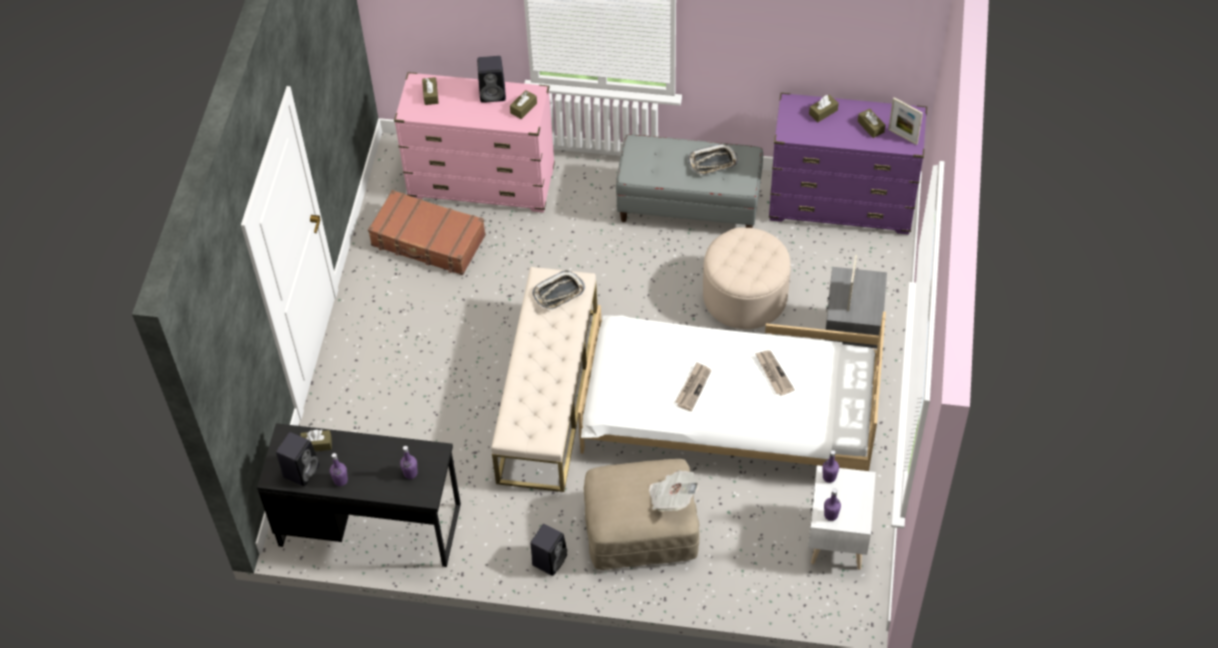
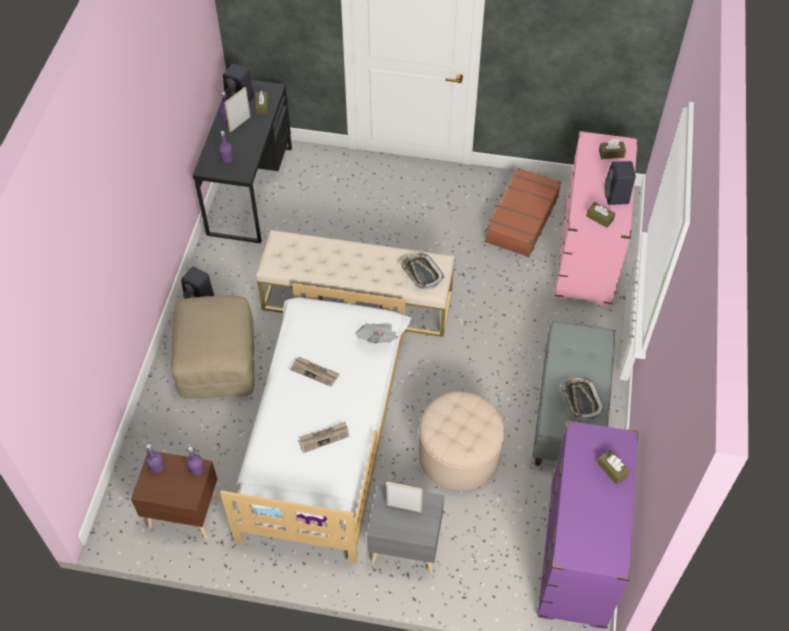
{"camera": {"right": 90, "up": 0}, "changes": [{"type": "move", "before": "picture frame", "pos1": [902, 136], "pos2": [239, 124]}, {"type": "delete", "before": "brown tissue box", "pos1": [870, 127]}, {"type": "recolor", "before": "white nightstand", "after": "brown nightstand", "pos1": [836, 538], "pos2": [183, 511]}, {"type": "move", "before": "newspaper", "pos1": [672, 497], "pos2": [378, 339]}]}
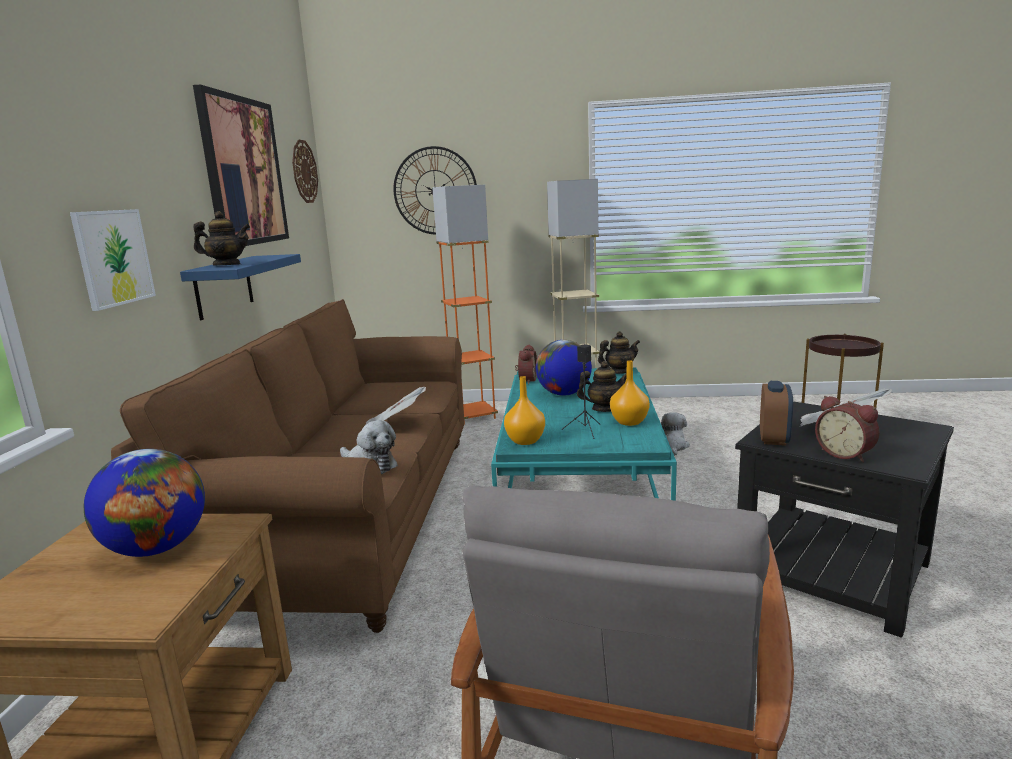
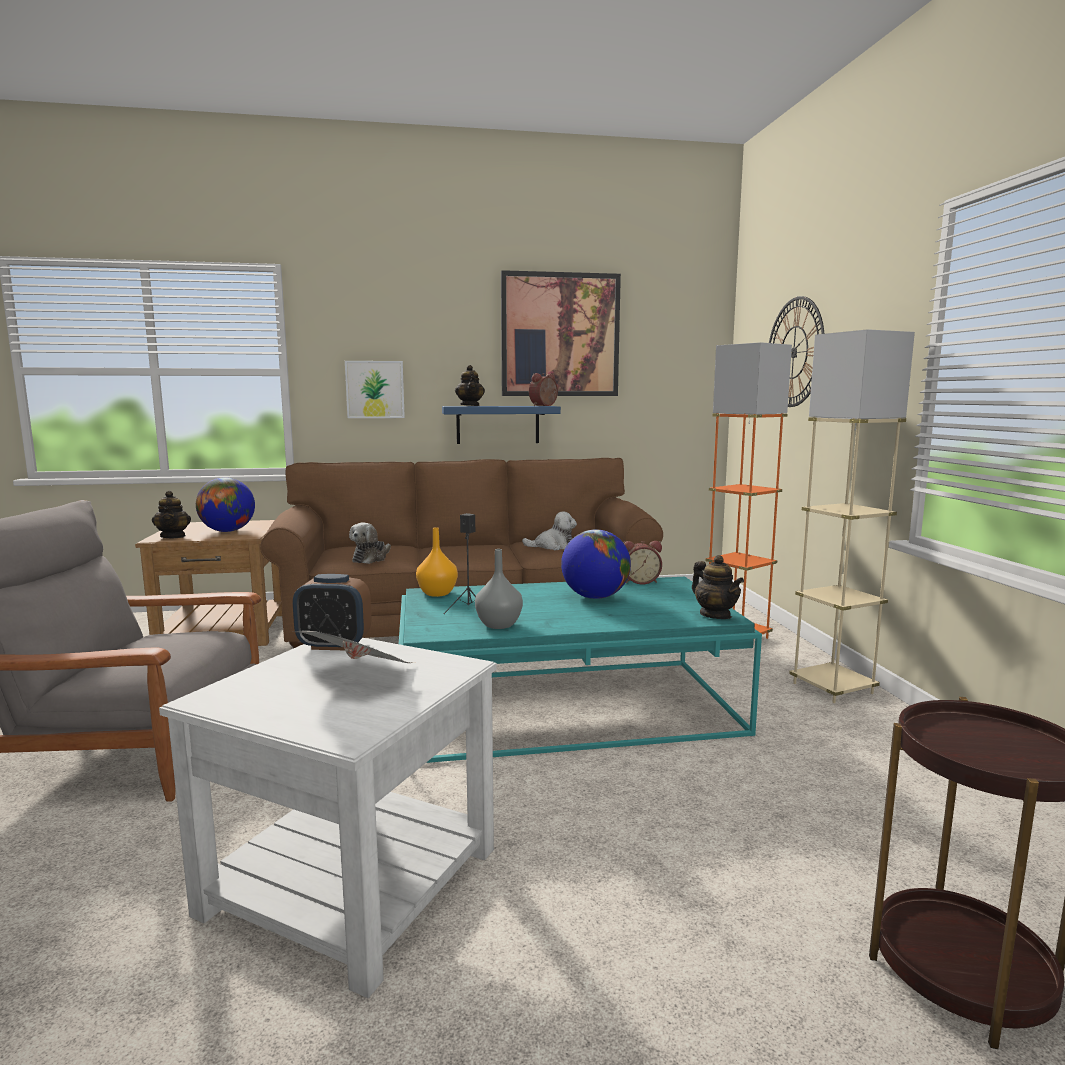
{"camera": {"right": 75, "up": -5}, "changes": [{"type": "delete", "before": "wall clock", "pos1": [304, 171]}, {"type": "recolor", "before": "orange vase", "after": "grey vase", "pos1": [629, 422], "pos2": [500, 625]}, {"type": "move", "before": "teapot", "pos1": [604, 409], "pos2": [173, 536]}, {"type": "delete", "before": "newspaper", "pos1": [395, 425]}, {"type": "move", "before": "alarm clock", "pos1": [845, 454], "pos2": [544, 406]}, {"type": "recolor", "before": "black side table", "after": "white side table", "pos1": [832, 571], "pos2": [351, 880]}, {"type": "move", "before": "plush toy", "pos1": [673, 446], "pos2": [553, 546]}]}
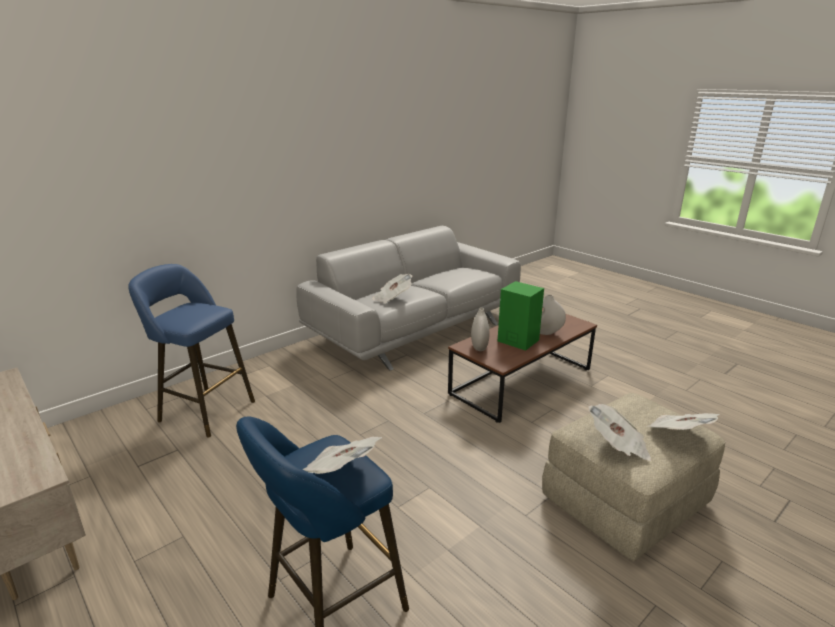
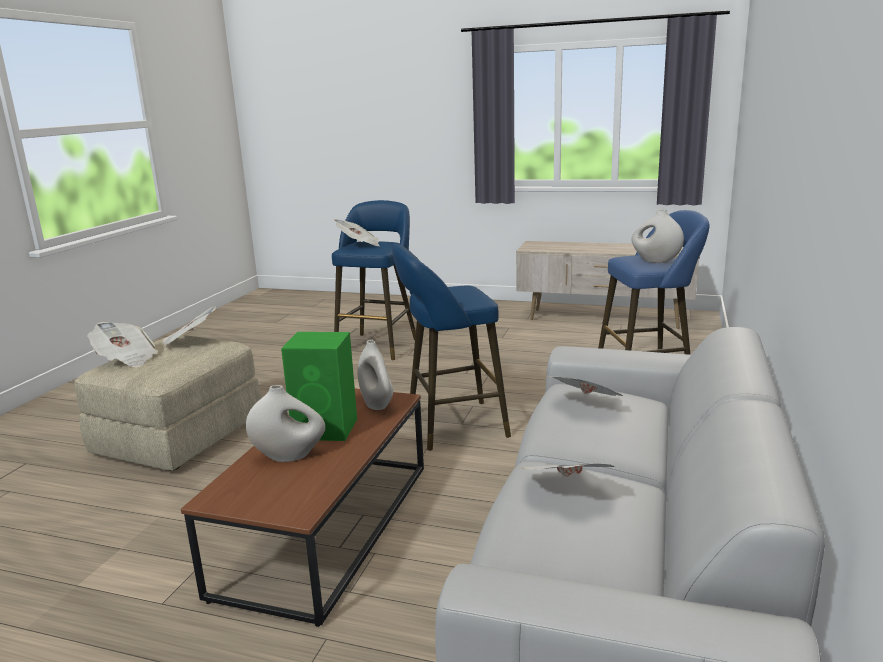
{"camera": {"right": 150, "up": -5}, "changes": [{"type": "insert", "after": "white vase", "pos2": [655, 261]}, {"type": "insert", "after": "blue stool", "pos2": [450, 426]}, {"type": "insert", "after": "newspaper", "pos2": [566, 489]}]}
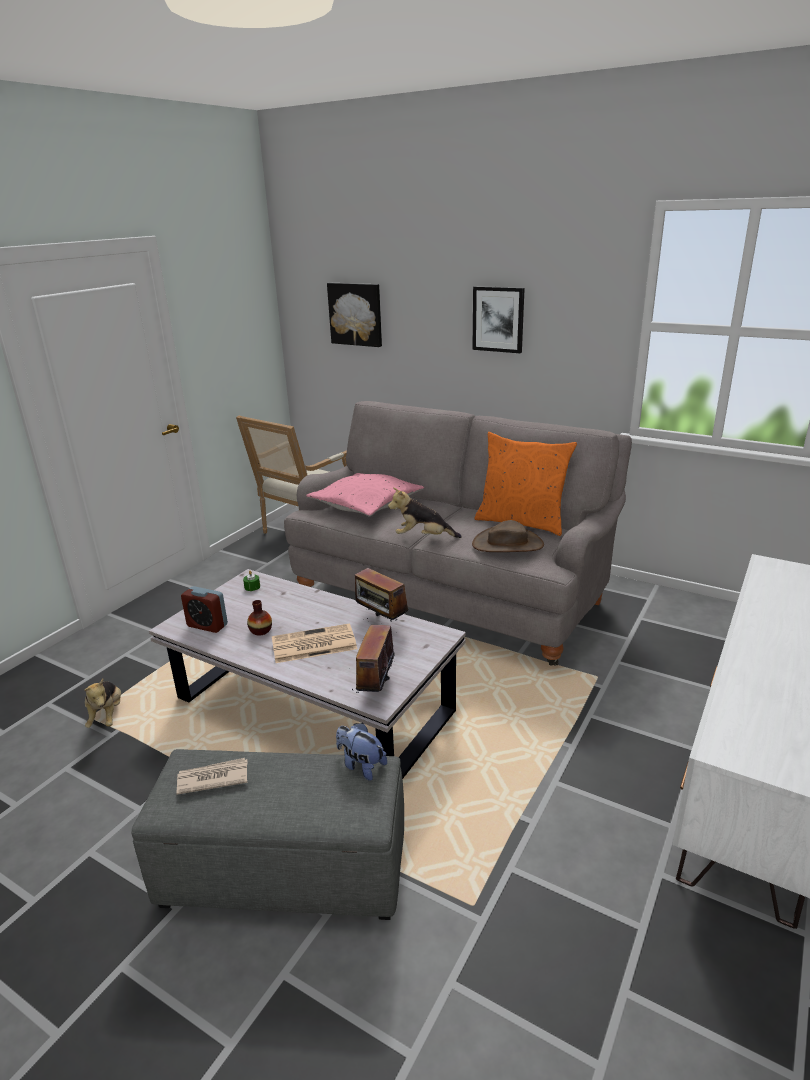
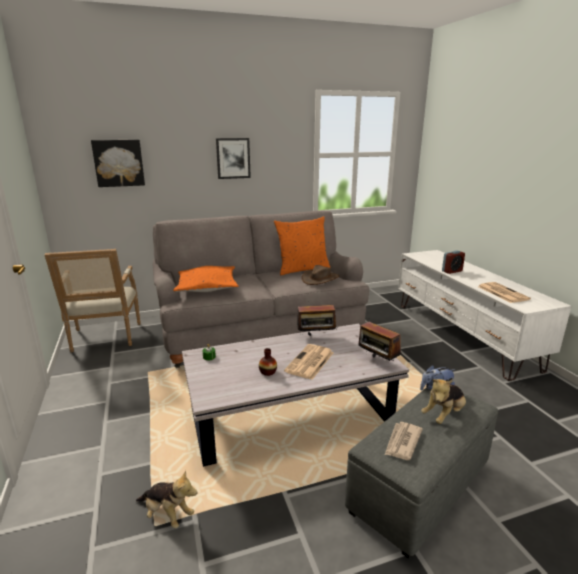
{"camera": {"right": -50, "up": -5}, "changes": [{"type": "recolor", "before": "pink pillow", "after": "orange pillow", "pos1": [366, 504], "pos2": [206, 287]}, {"type": "move", "before": "plush toy", "pos1": [423, 537], "pos2": [444, 414]}, {"type": "move", "before": "alarm clock", "pos1": [207, 625], "pos2": [452, 271]}, {"type": "insert", "after": "newspaper", "pos2": [502, 292]}]}
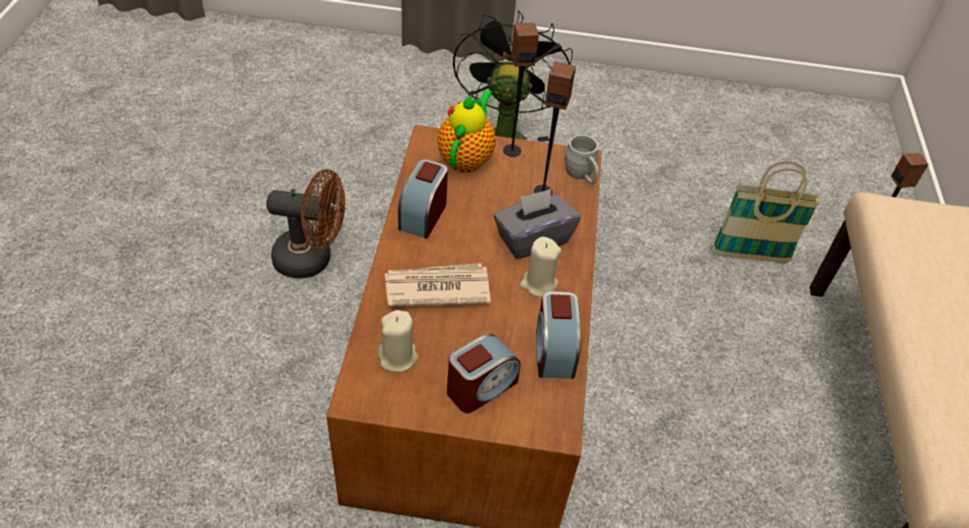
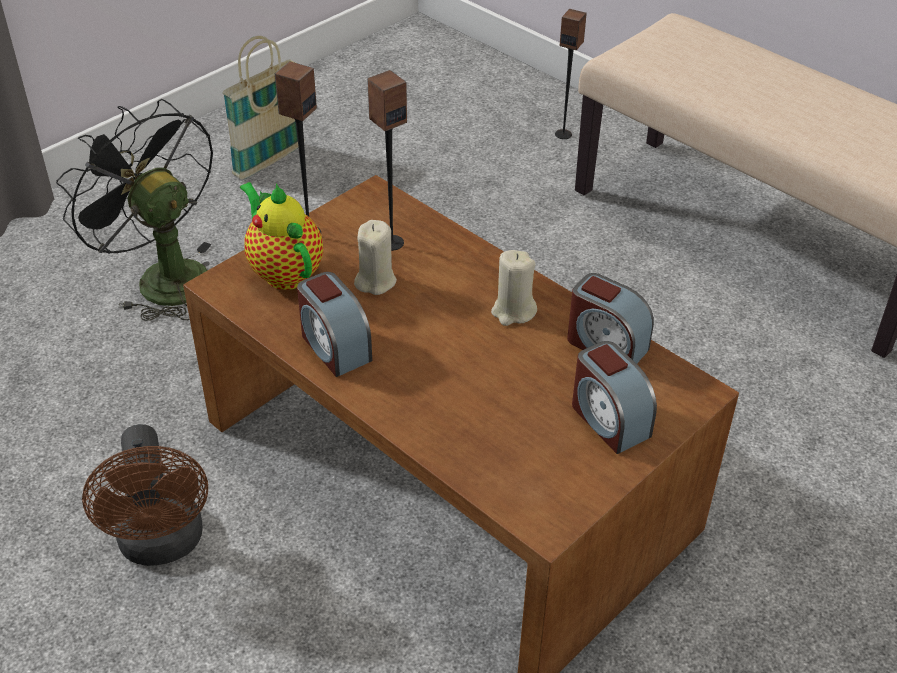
{"camera": {"right": -50, "up": -5}, "changes": [{"type": "delete", "before": "grey mug", "pos1": [581, 176]}, {"type": "move", "before": "basket", "pos1": [750, 256], "pos2": [269, 161]}, {"type": "rotate", "before": "brown fan", "pos1": [312, 259], "pos2": [162, 545], "turn": 120}, {"type": "delete", "before": "grey tissue box", "pos1": [532, 239]}, {"type": "delete", "before": "newspaper", "pos1": [436, 288]}, {"type": "move", "before": "beige candle", "pos1": [398, 357], "pos2": [375, 281]}, {"type": "rotate", "before": "alarm clock", "pos1": [481, 387], "pos2": [608, 419], "turn": 150}]}
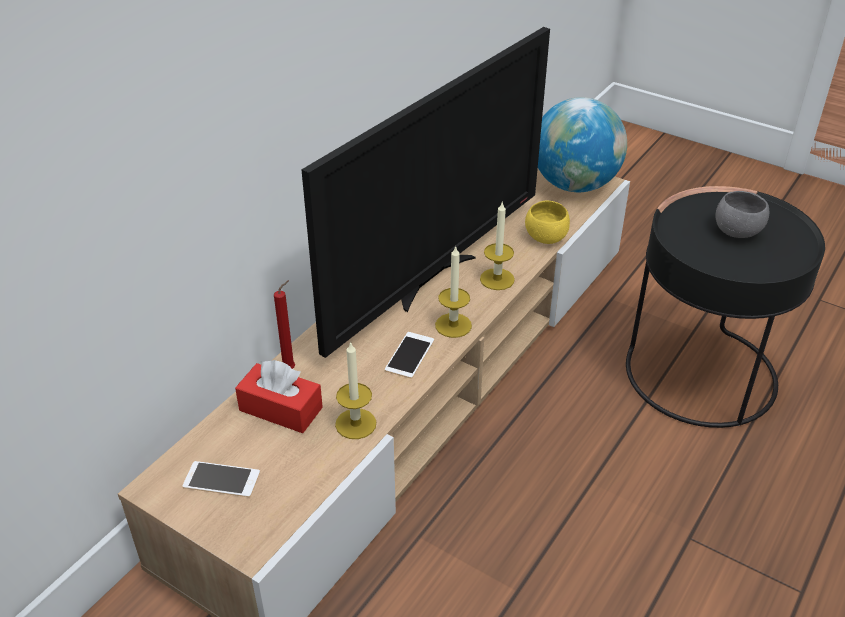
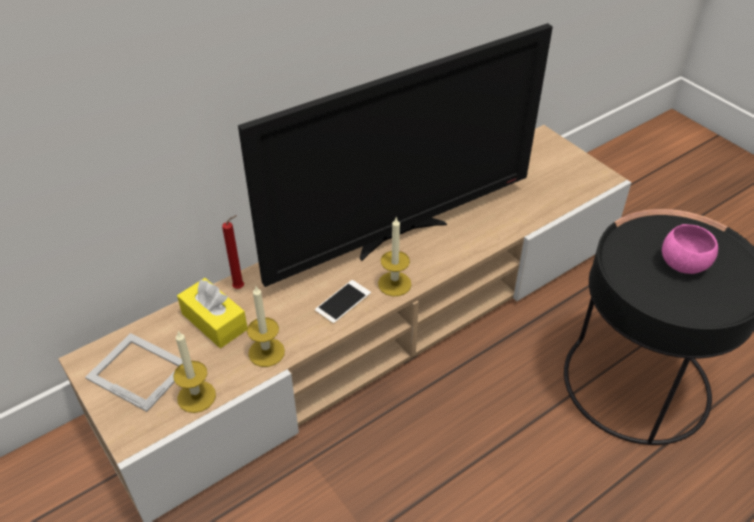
{"camera": {"right": 20, "up": 5}, "changes": [{"type": "delete", "before": "globe", "pos1": [574, 185]}, {"type": "recolor", "before": "grey bowl", "after": "pink bowl", "pos1": [737, 231], "pos2": [683, 264]}, {"type": "move", "before": "candle", "pos1": [497, 279], "pos2": [196, 396]}, {"type": "delete", "before": "yellow bowl", "pos1": [545, 237]}, {"type": "recolor", "before": "red tissue box", "after": "yellow tissue box", "pos1": [281, 409], "pos2": [214, 321]}, {"type": "replace", "before": "phone", "after": "picture frame", "pos1": [221, 479], "pos2": [138, 370]}]}
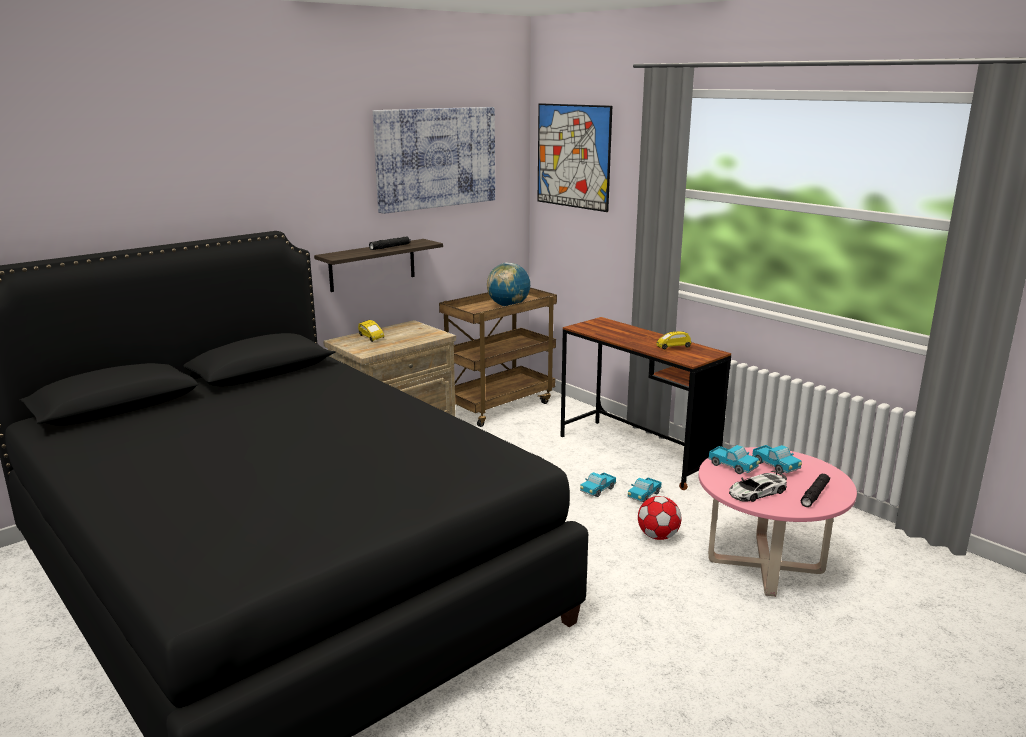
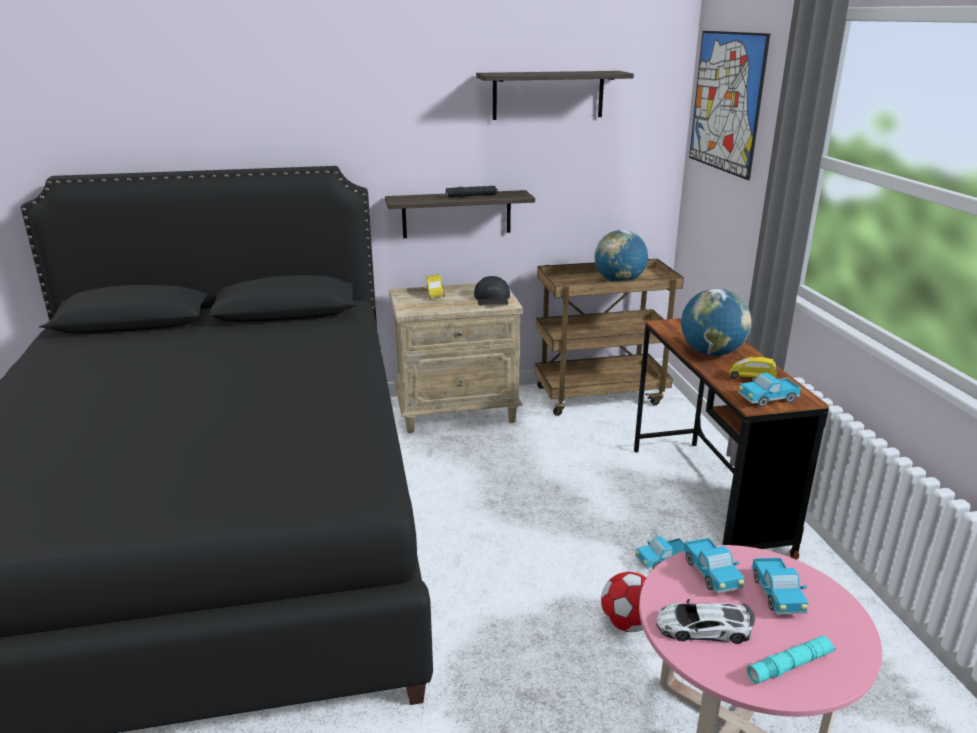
{"camera": {"right": 30, "up": 5}, "changes": [{"type": "replace", "before": "picture", "after": "shelf", "pos1": [435, 157], "pos2": [548, 95]}, {"type": "move", "before": "toy truck", "pos1": [597, 490], "pos2": [767, 400]}, {"type": "recolor", "before": "black flashlight", "after": "turquoise flashlight", "pos1": [815, 494], "pos2": [790, 665]}, {"type": "insert", "after": "black cap", "pos2": [492, 299]}, {"type": "insert", "after": "globe", "pos2": [711, 353]}]}
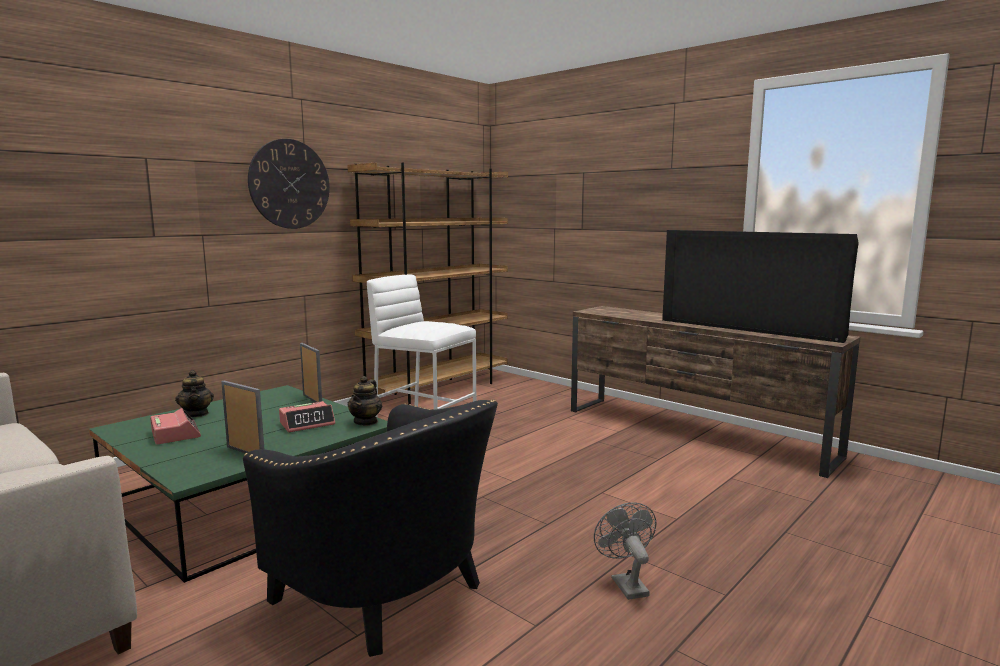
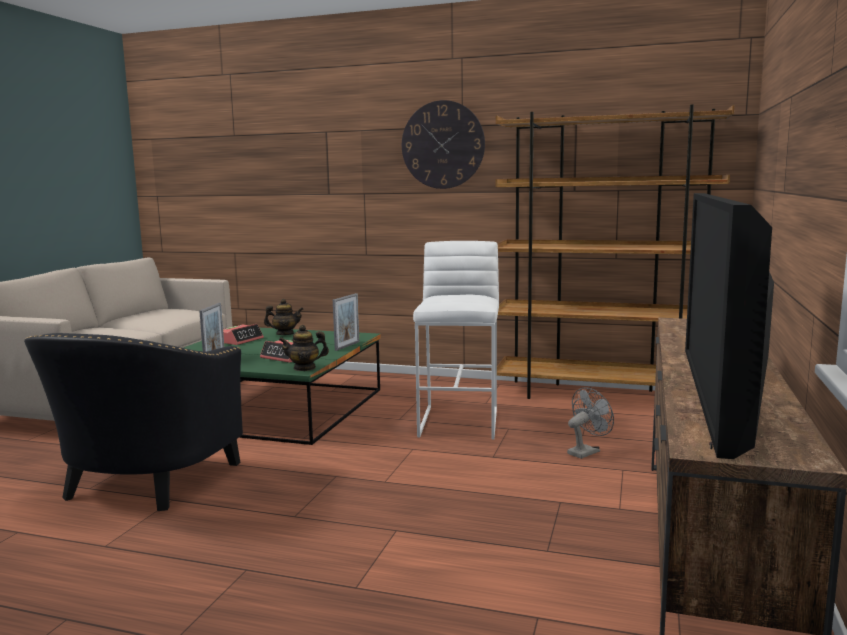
{"camera": {"right": 65, "up": 0}, "changes": [{"type": "rotate", "before": "teapot", "pos1": [196, 414], "pos2": [285, 334], "turn": -135}, {"type": "move", "before": "grey fan", "pos1": [626, 583], "pos2": [586, 451]}]}
